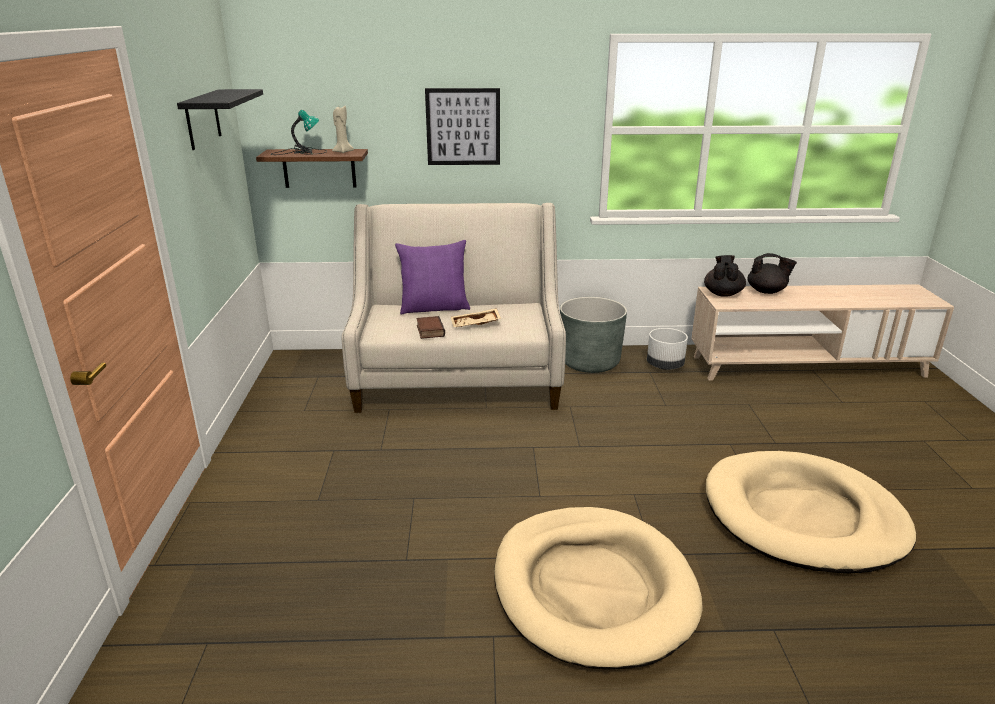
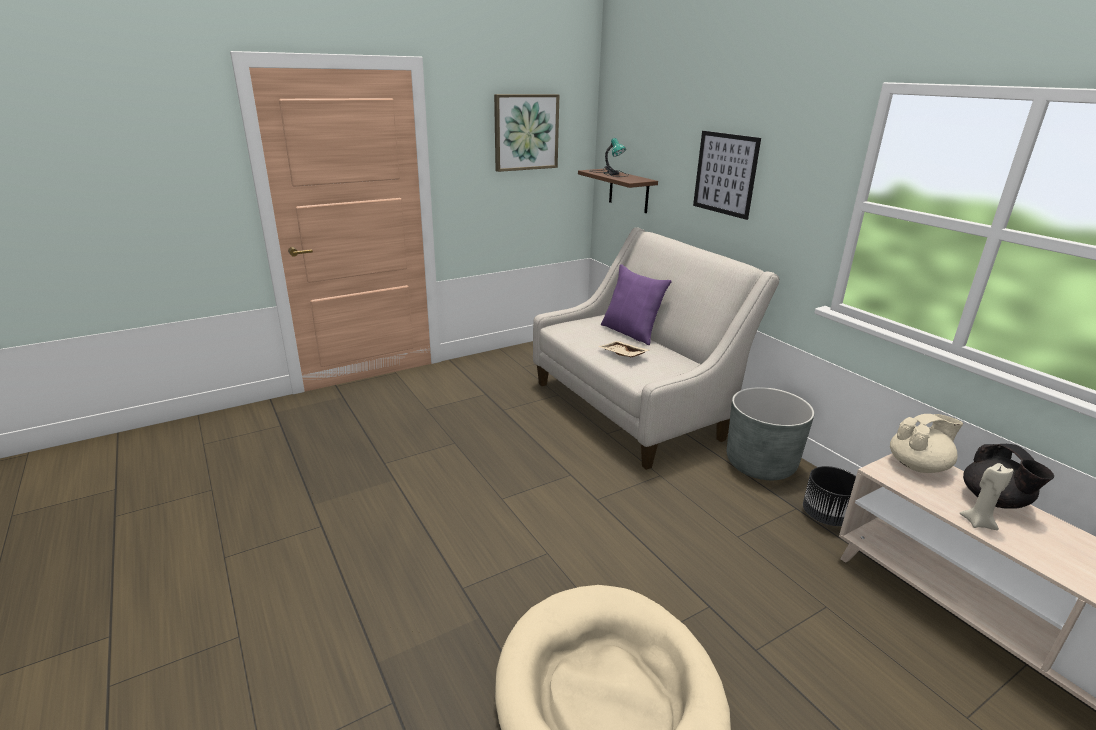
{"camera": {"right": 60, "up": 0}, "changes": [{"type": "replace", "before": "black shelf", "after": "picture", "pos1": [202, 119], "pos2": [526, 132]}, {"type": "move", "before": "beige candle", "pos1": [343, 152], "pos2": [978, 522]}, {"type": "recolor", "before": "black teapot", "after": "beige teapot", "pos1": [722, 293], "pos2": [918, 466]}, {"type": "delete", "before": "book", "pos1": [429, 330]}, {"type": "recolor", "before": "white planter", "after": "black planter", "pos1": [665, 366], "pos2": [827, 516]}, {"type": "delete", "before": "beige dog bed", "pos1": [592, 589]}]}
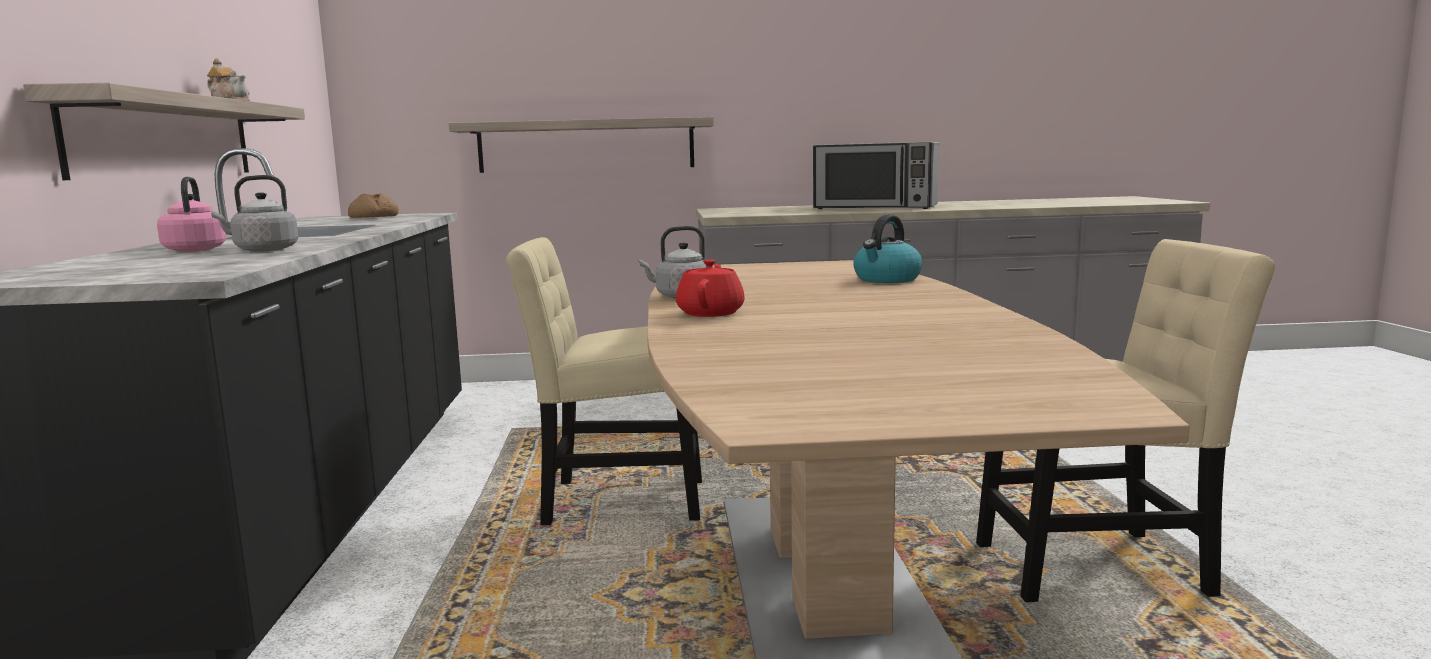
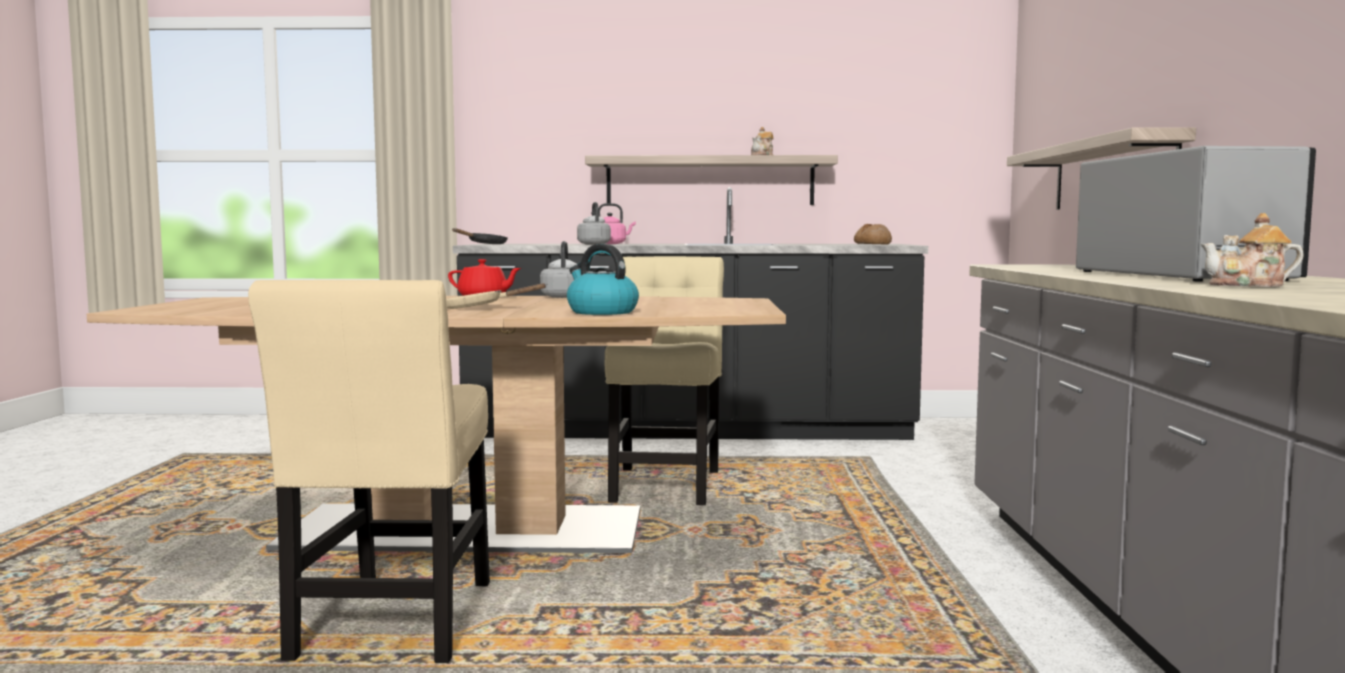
{"camera": {"right": 95, "up": -5}, "changes": [{"type": "rotate", "before": "microwave", "pos1": [875, 207], "pos2": [1179, 275], "turn": 150}, {"type": "insert", "after": "teapot", "pos2": [1249, 285]}, {"type": "insert", "after": "black frying pan", "pos2": [484, 244]}, {"type": "insert", "after": "beige frying pan", "pos2": [479, 308]}]}
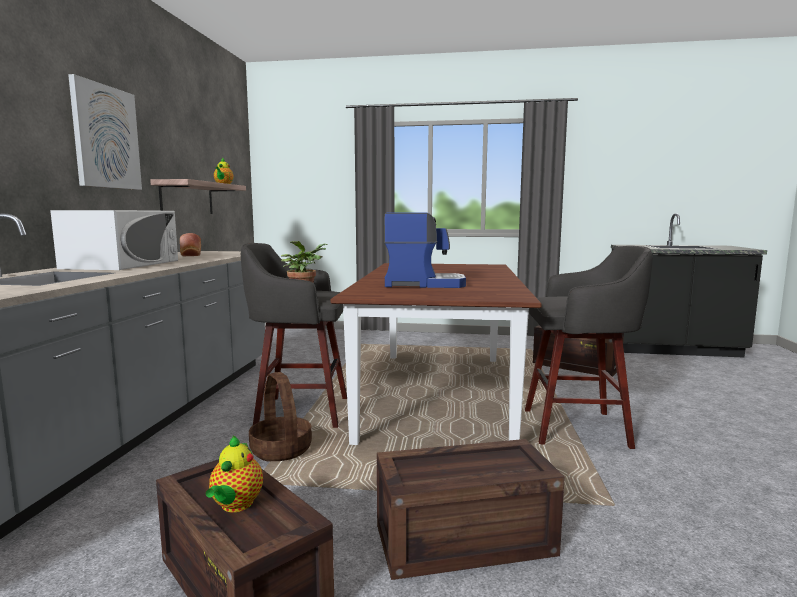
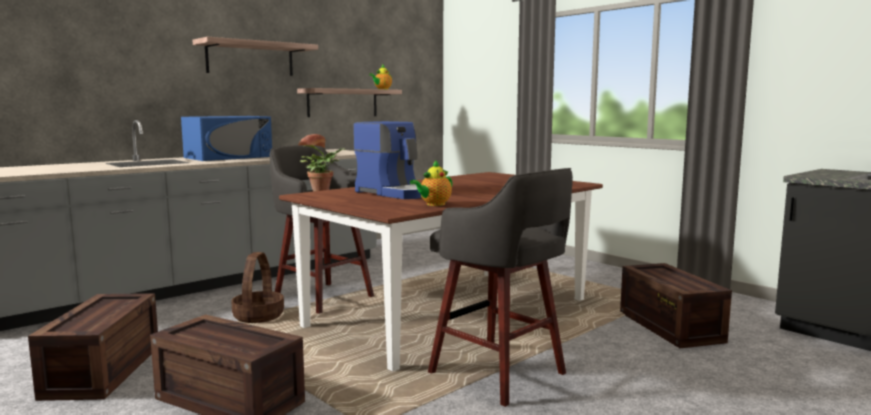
{"camera": {"right": 40, "up": 0}, "changes": [{"type": "replace", "before": "picture", "after": "shelf", "pos1": [105, 137], "pos2": [250, 59]}, {"type": "recolor", "before": "white microwave", "after": "blue microwave", "pos1": [122, 264], "pos2": [229, 157]}, {"type": "move", "before": "teapot", "pos1": [235, 505], "pos2": [433, 204]}]}
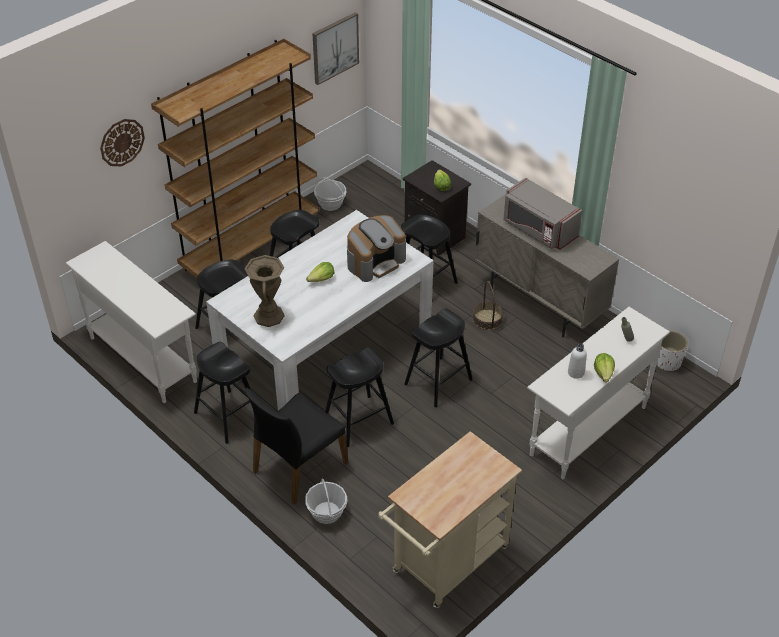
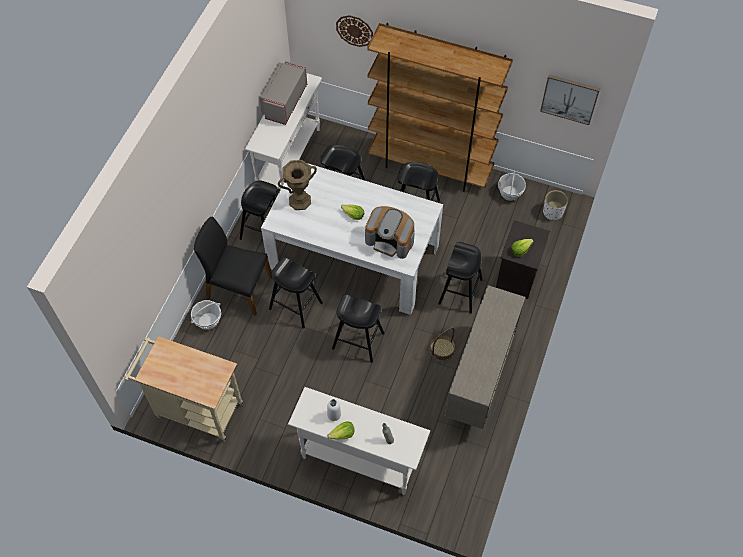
{"camera": {"right": 65, "up": 15}, "changes": [{"type": "move", "before": "grey microwave", "pos1": [538, 229], "pos2": [284, 102]}, {"type": "move", "before": "white planter", "pos1": [667, 362], "pos2": [553, 212]}]}
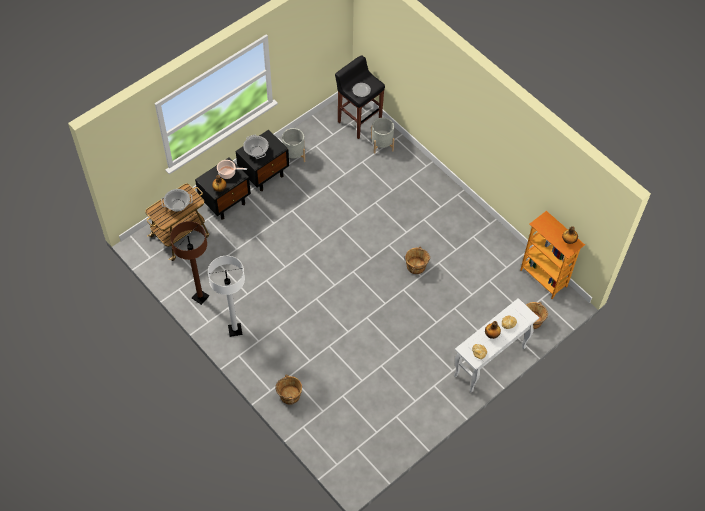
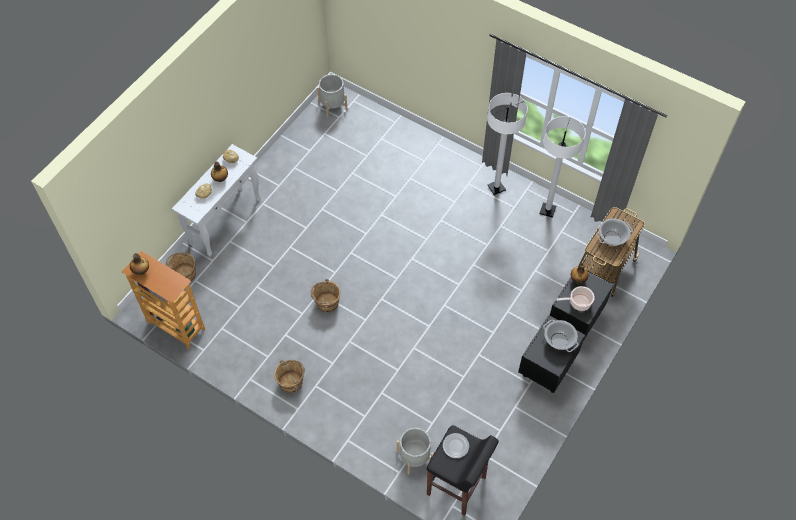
{"camera": {"right": 165, "up": 0}, "changes": [{"type": "move", "before": "grey planter", "pos1": [294, 155], "pos2": [333, 105]}, {"type": "recolor", "before": "brown floor lamp", "after": "white floor lamp", "pos1": [200, 297], "pos2": [547, 210]}, {"type": "move", "before": "brown bucket", "pos1": [289, 395], "pos2": [291, 382]}]}
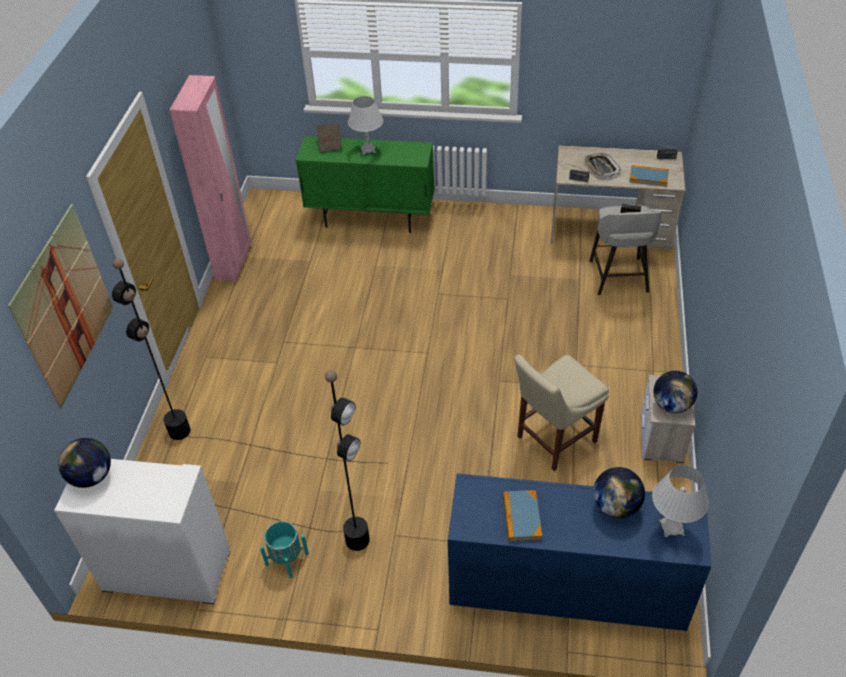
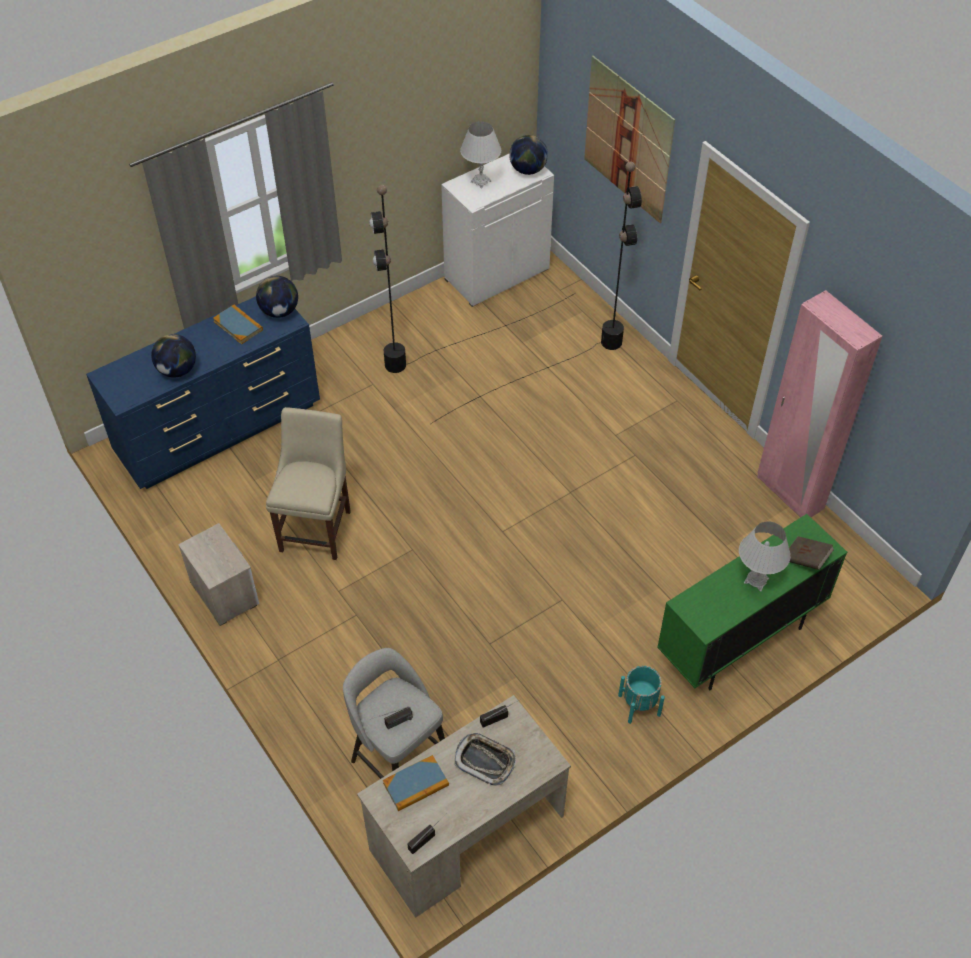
{"camera": {"right": 135, "up": 5}, "changes": [{"type": "move", "before": "globe", "pos1": [671, 405], "pos2": [279, 311]}, {"type": "move", "before": "white table lamp", "pos1": [671, 527], "pos2": [481, 181]}, {"type": "move", "before": "turquoise planter", "pos1": [286, 559], "pos2": [639, 705]}]}
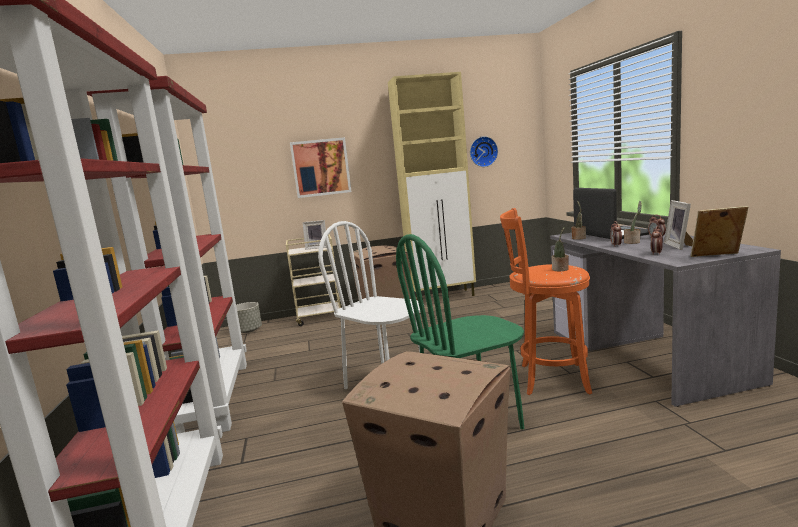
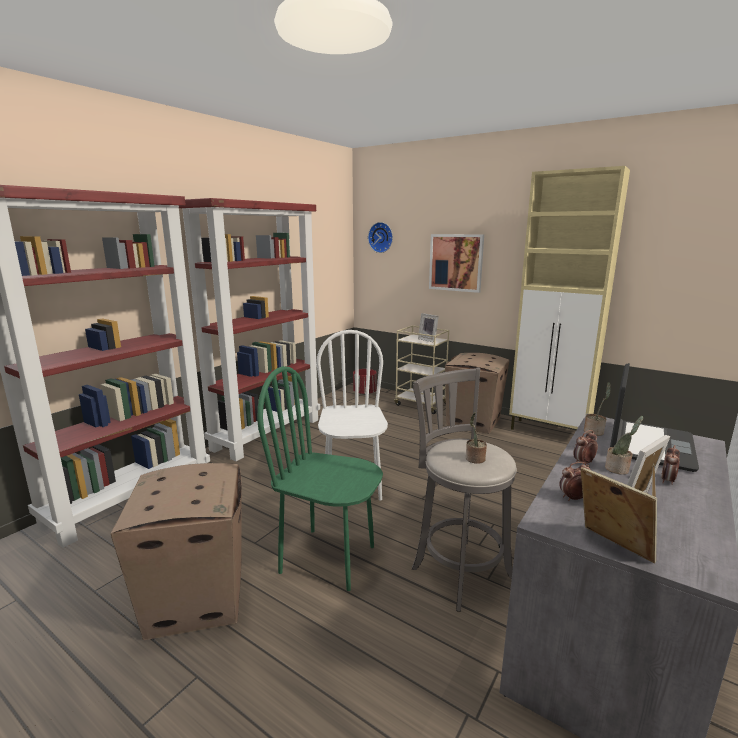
{"camera": {"right": 45, "up": 5}, "changes": [{"type": "move", "before": "wall clock", "pos1": [483, 151], "pos2": [381, 237]}, {"type": "recolor", "before": "orange stool", "after": "grey stool", "pos1": [549, 379], "pos2": [458, 569]}, {"type": "recolor", "before": "grey planter", "after": "red planter", "pos1": [248, 330], "pos2": [365, 393]}]}
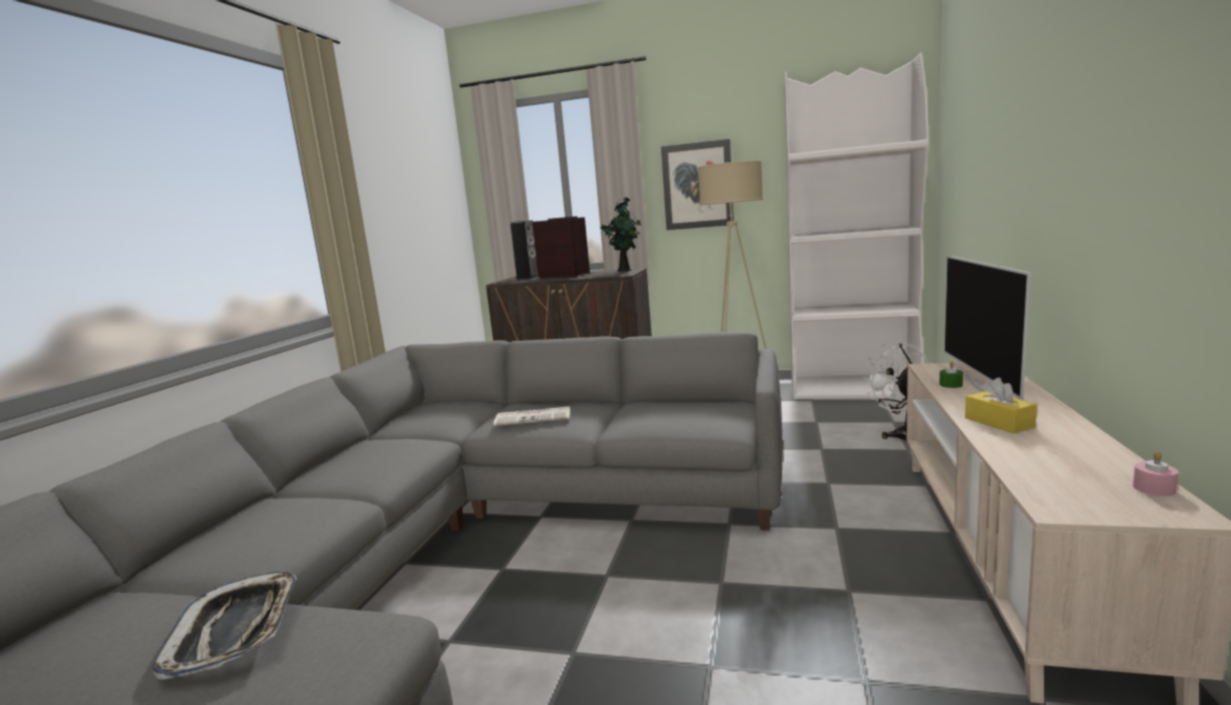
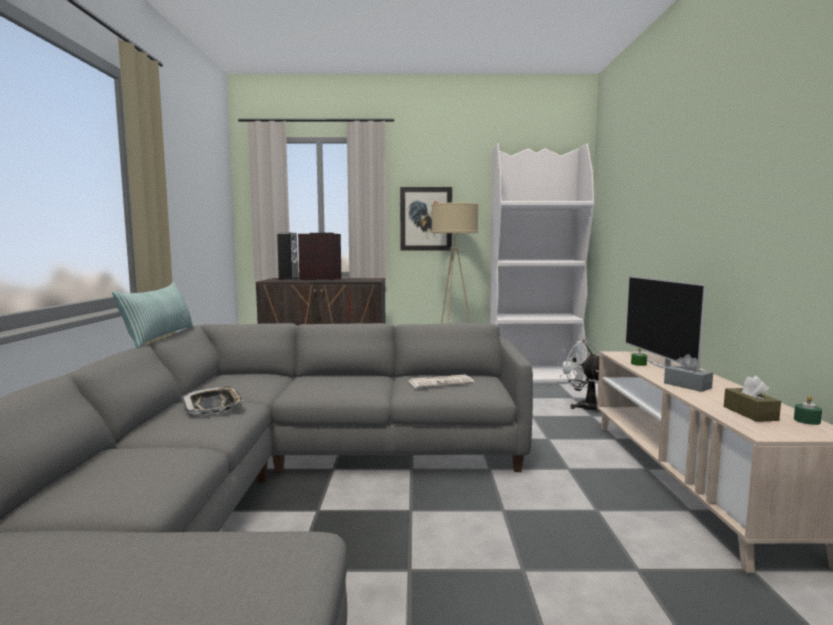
{"camera": {"right": -15, "up": -5}, "changes": [{"type": "delete", "before": "potted plant", "pos1": [625, 270]}, {"type": "recolor", "before": "yellow tissue box", "after": "grey tissue box", "pos1": [999, 422], "pos2": [687, 385]}, {"type": "move", "before": "newspaper", "pos1": [534, 417], "pos2": [441, 382]}, {"type": "recolor", "before": "pink candle", "after": "green candle", "pos1": [1153, 488], "pos2": [807, 421]}, {"type": "move", "before": "tray", "pos1": [235, 630], "pos2": [213, 405]}, {"type": "insert", "after": "pillow", "pos2": [160, 337]}, {"type": "insert", "after": "brown tissue box", "pos2": [750, 413]}]}
